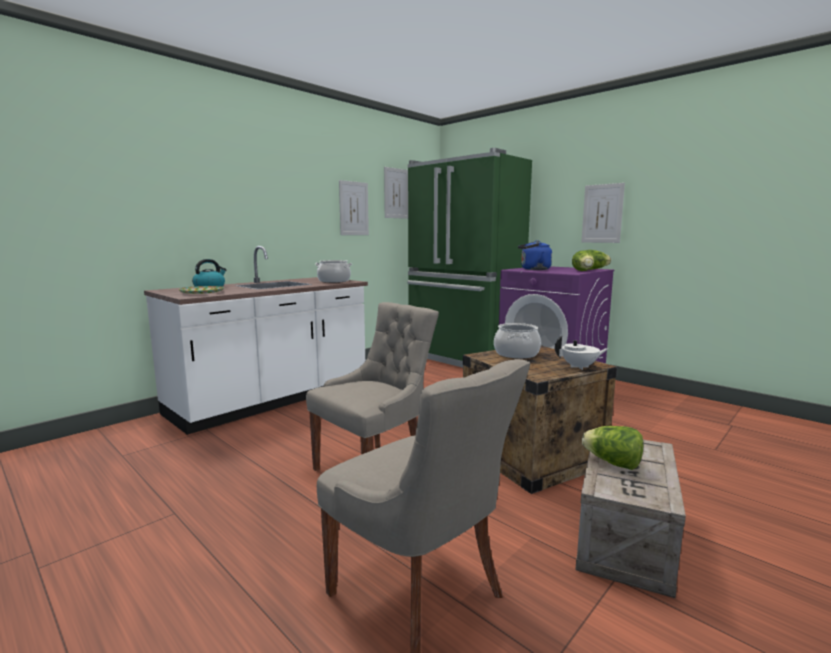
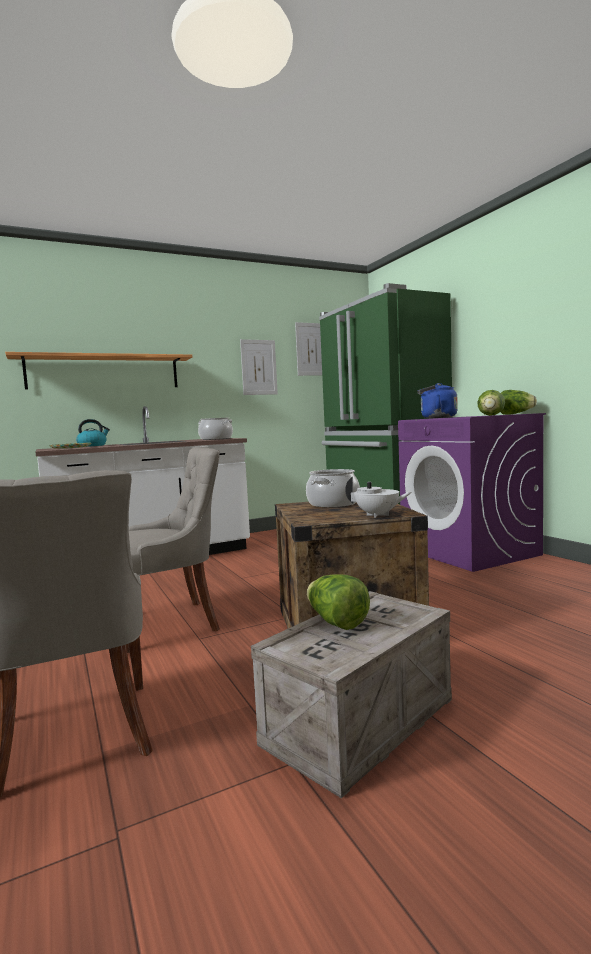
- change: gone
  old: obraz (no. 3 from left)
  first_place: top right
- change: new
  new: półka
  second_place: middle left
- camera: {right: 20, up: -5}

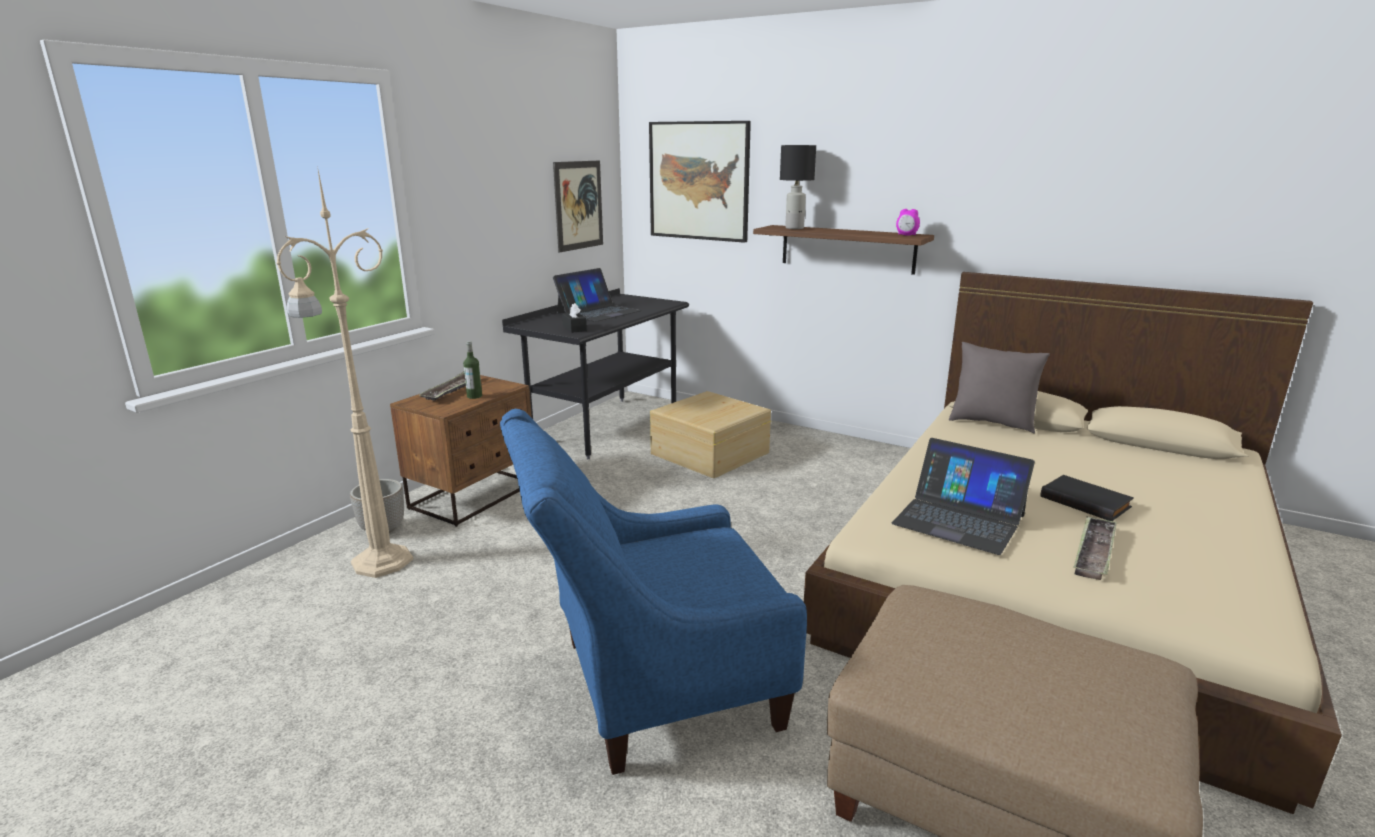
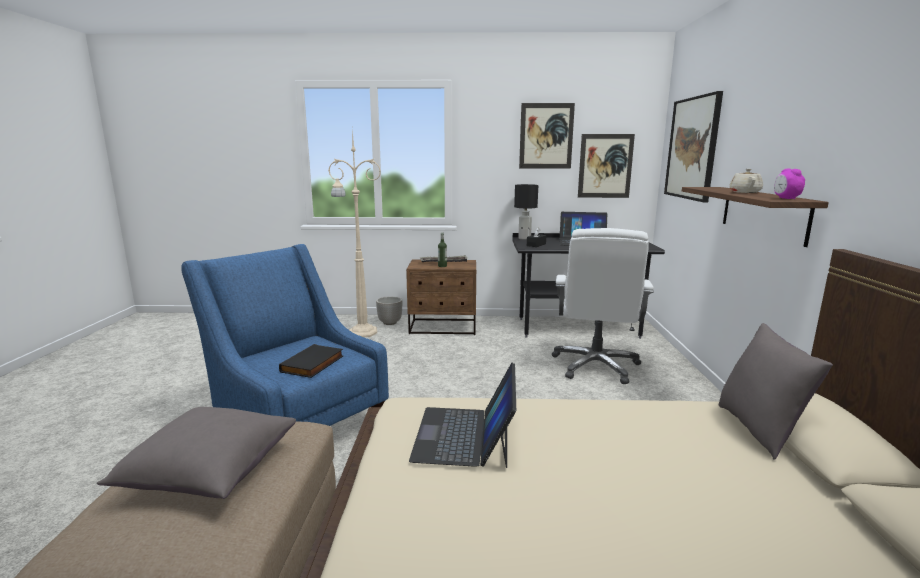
- change: swapped
  old: pojemnik do przechowywania/beżowy
  new: krzesło biurowe/biały
  first_place: centre
  second_place: centre
- change: shifted
  old: lampa stołowa/czarny
  first_place: top centre
  second_place: centre
- change: shifted
  old: książka/czarny
  first_place: middle right
  second_place: centre
- change: gone
  old: taca (no. 2 from left)
  first_place: middle right
- change: new
  new: poduszka/szary (no. 1 from left)
  second_place: bottom left
- change: new
  new: obraz (no. 1 from left)
  second_place: top centre
- change: new
  new: imbryk/beżowy
  second_place: top right
- camera: {right: 60, up: -5}

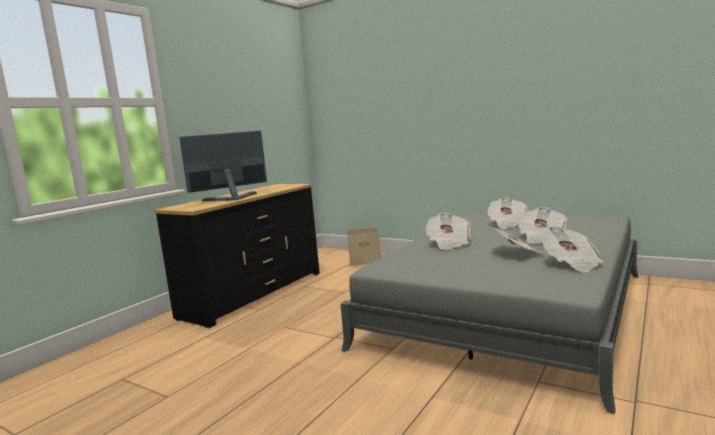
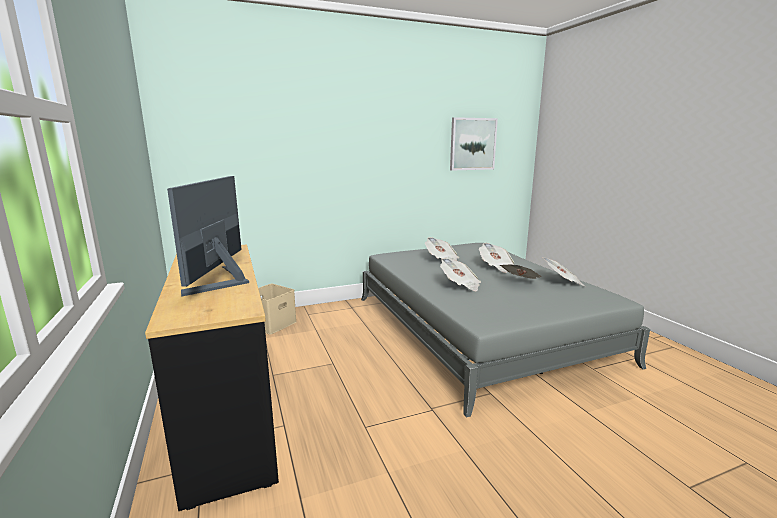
- change: new
  new: obraz
  second_place: top centre
- camera: {right: -55, up: 5}

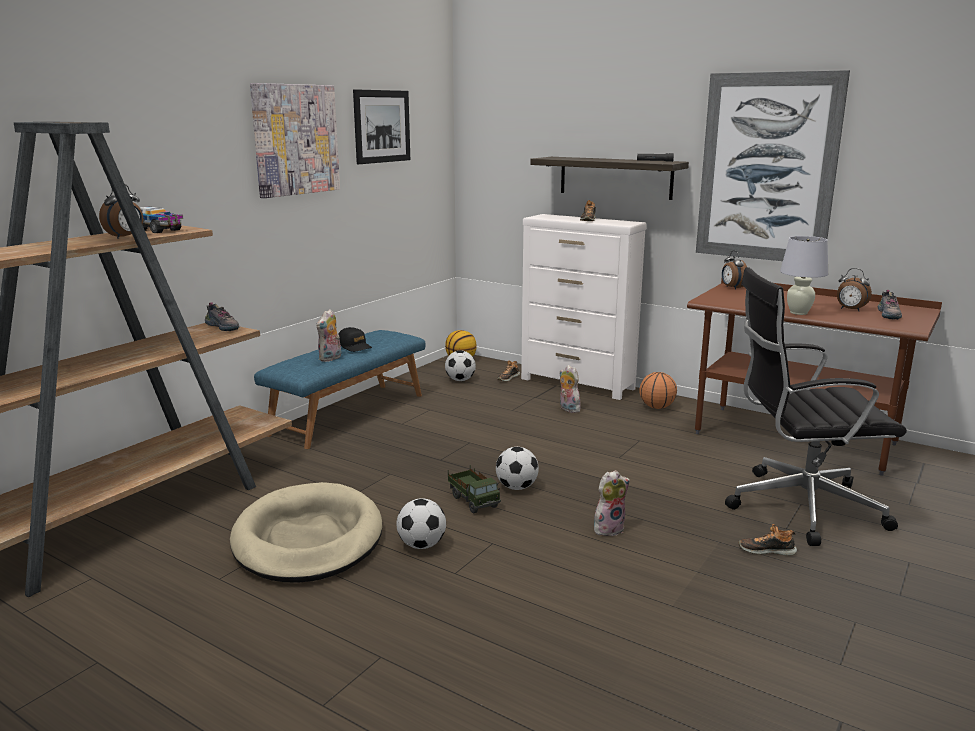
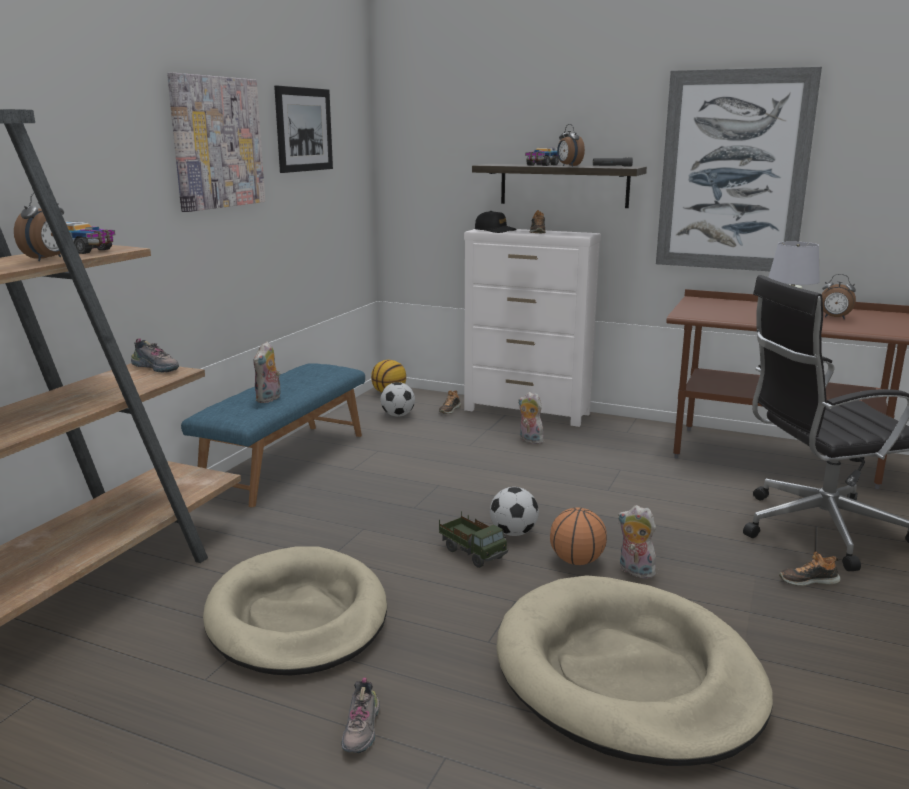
- change: shifted
  old: czapka z daszkiem/czarny
  first_place: centre
  second_place: top centre
- change: gone
  old: piłka futbolowa (no. 1 from left)
  first_place: bottom centre
- change: rotated
  old: pluszak (no. 3 from left)
  first_place: bottom centre
  second_place: bottom right
  degrees: -105
- change: shifted
  old: piłka do koszykówki (no. 2 from left)
  first_place: middle right
  second_place: bottom centre
- change: shifted
  old: budzik (no. 2 from left)
  first_place: middle right
  second_place: top centre
- change: shifted
  old: but (no. 5 from left in the first image)
  new: but (no. 2 from left)
  first_place: middle right
  second_place: bottom centre
- change: new
  new: legowisko/beżowy (no. 2 from left)
  second_place: bottom right
- change: new
  new: ciężarówka zabawkowa (no. 3 from left)
  second_place: top centre
- camera: {right: -10, up: 0}

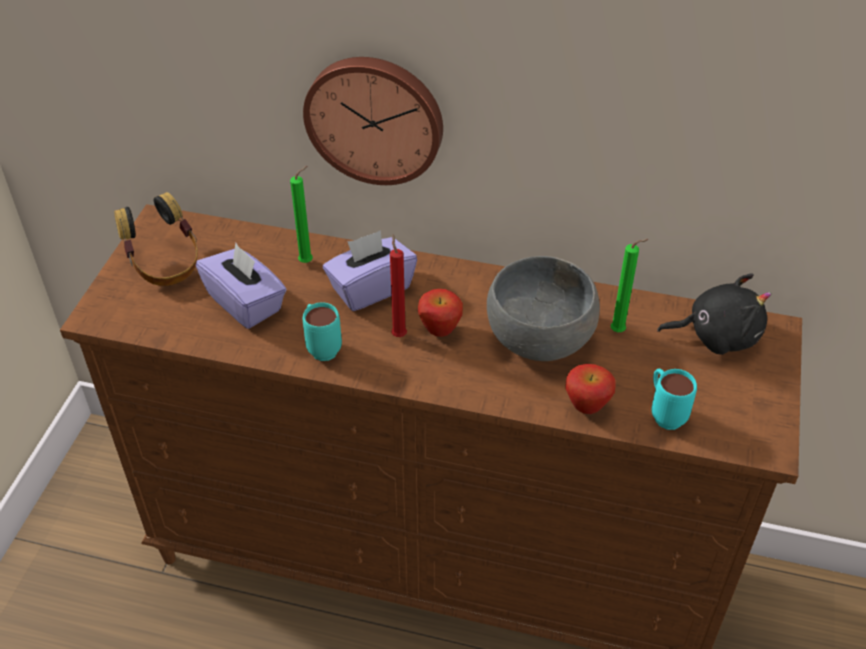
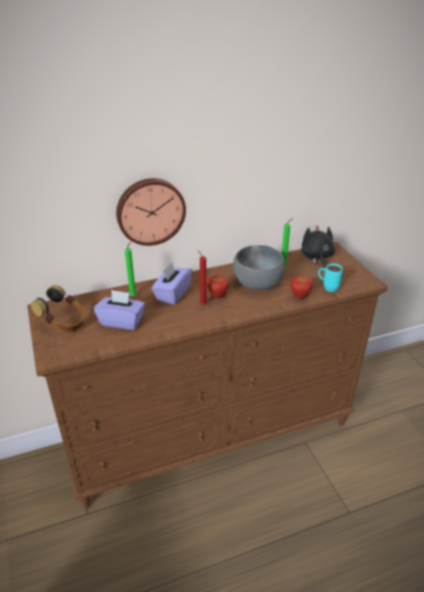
- change: gone
  old: kubek/turkusowy (no. 1 from left)
  first_place: centre
- change: rotated
  old: pluszak/czarny
  first_place: middle right
  second_place: middle right
  degrees: -60
- camera: {right: -35, up: -10}

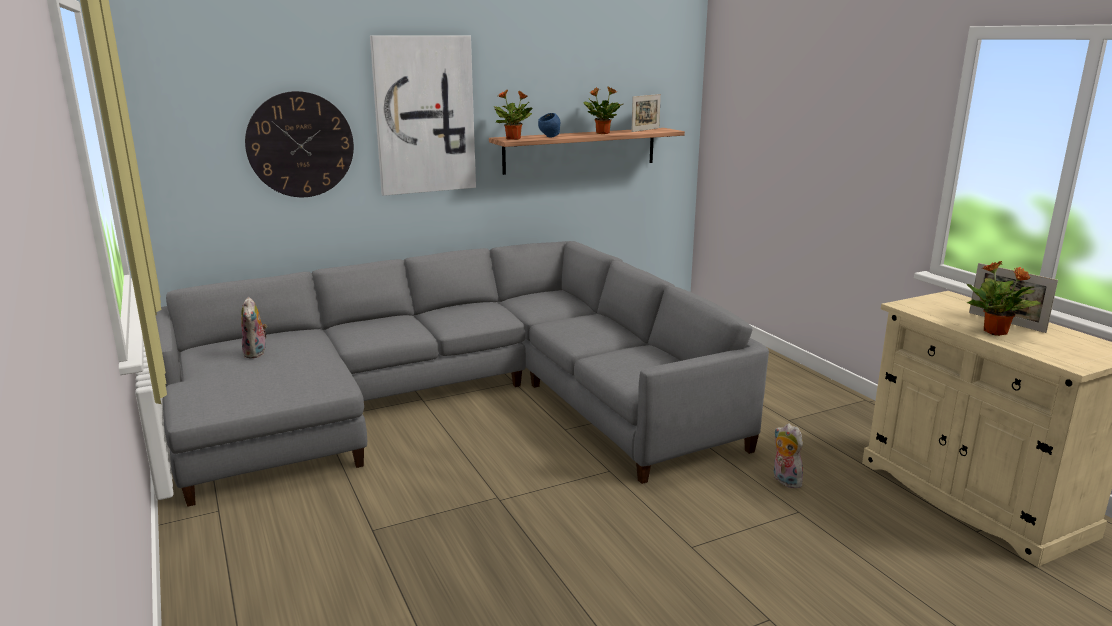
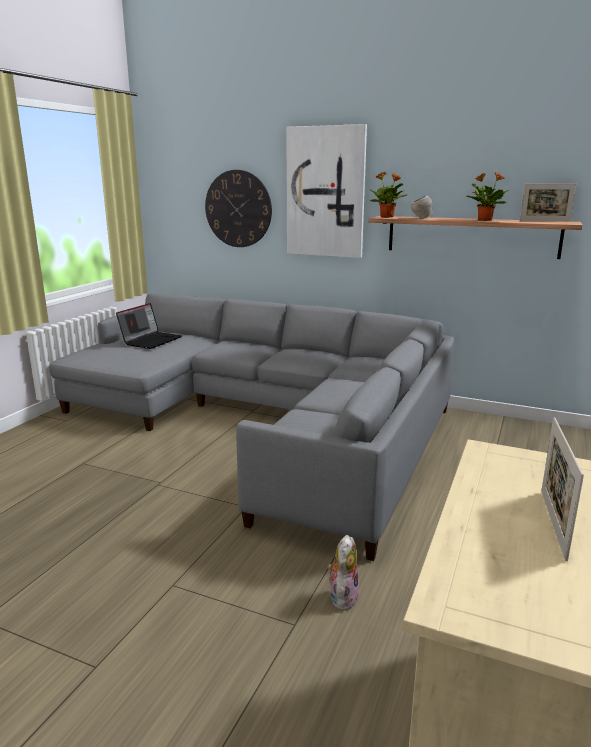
- change: swapped
  old: pluszak (no. 1 from left)
  new: laptop
  first_place: middle left
  second_place: middle left
- change: repainted
  old: miska/niebieski
  new: miska/szary
  first_place: top centre
  second_place: top right
- change: gone
  old: roślina doniczkowa (no. 3 from left)
  first_place: middle right
- camera: {right: 50, up: 0}

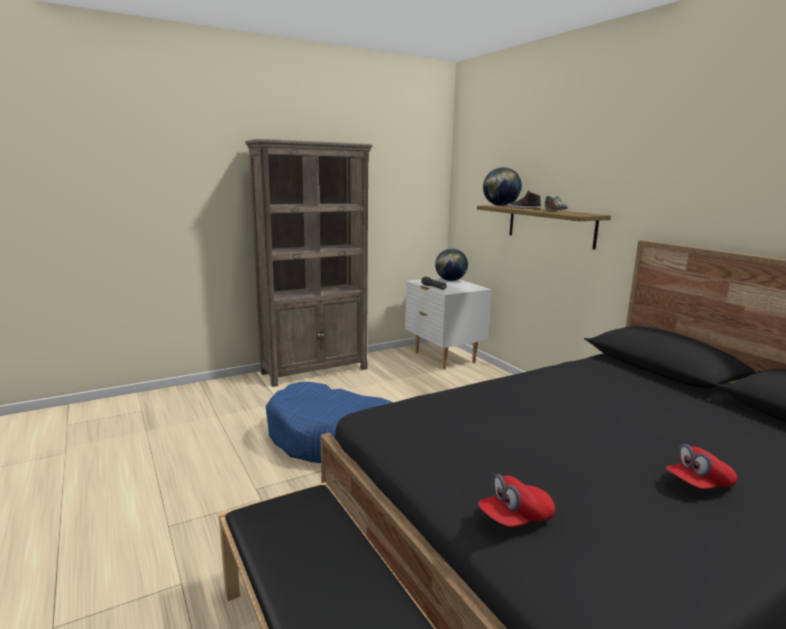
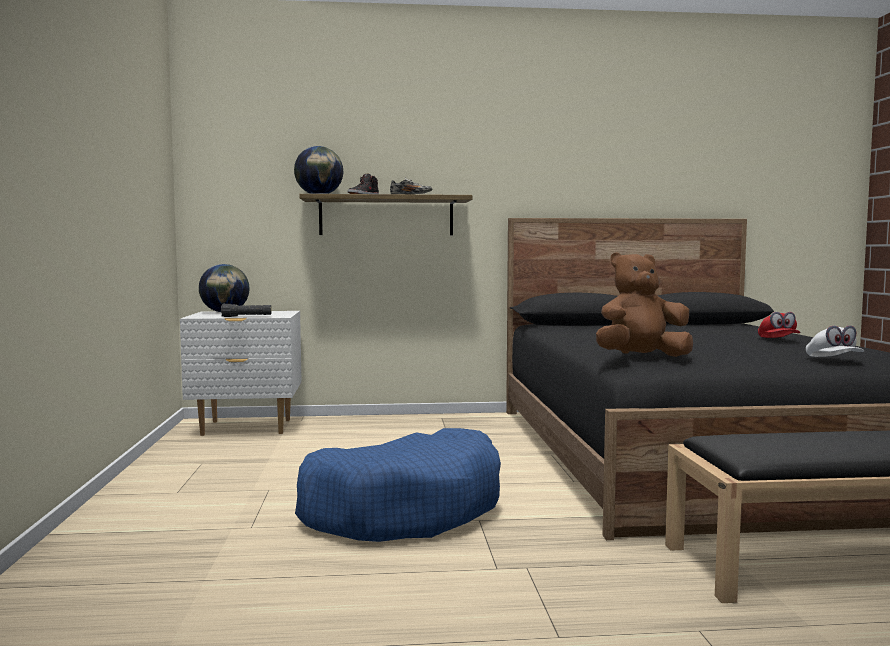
- change: gone
  old: regał/brązowy
  first_place: centre
- change: repainted
  old: czapka z daszkiem/czerwony (no. 1 from left)
  new: czapka z daszkiem/biały
  first_place: bottom centre
  second_place: middle right
- change: new
  new: pluszak/brązowy
  second_place: middle right
- camera: {right: -65, up: -10}

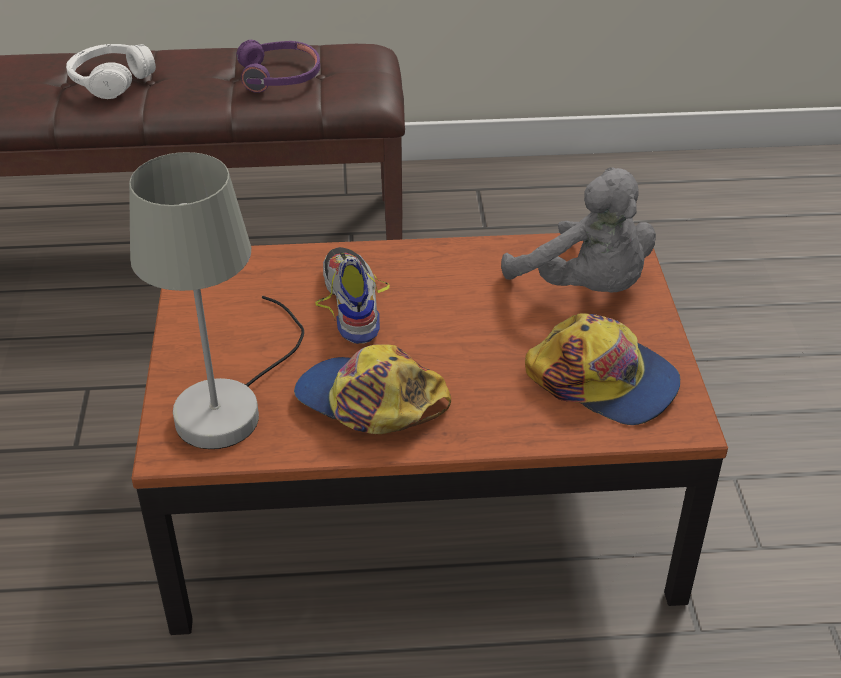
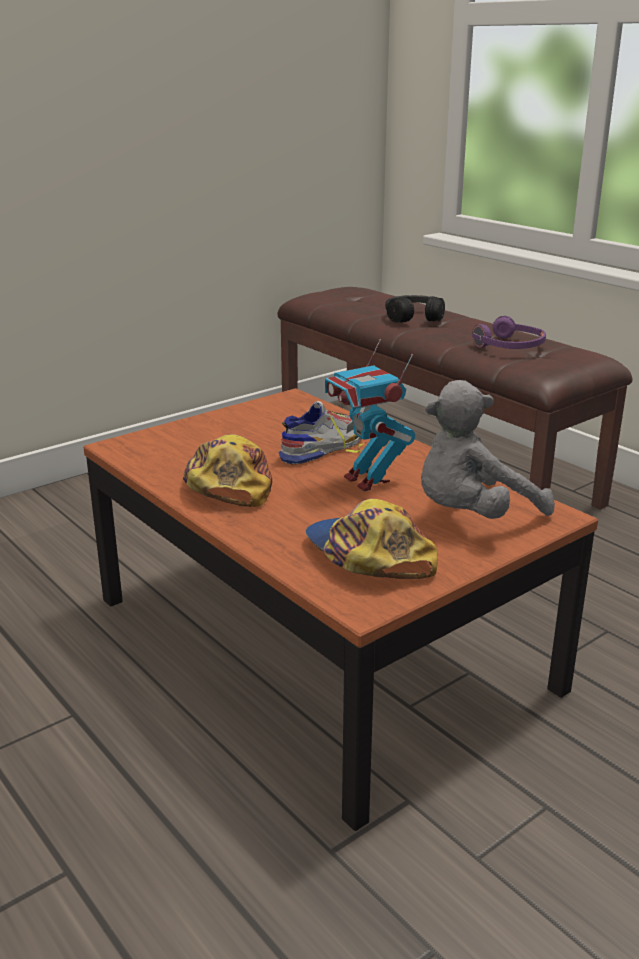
- change: repainted
  old: słuchawki/biały
  new: słuchawki/czarny
  first_place: top left
  second_place: top centre
- change: gone
  old: lampa stołowa/szary
  first_place: middle left
- change: rotated
  old: pluszak/szary
  first_place: middle right
  second_place: middle right
  degrees: 45
- change: rotated
  old: czapka z daszkiem (no. 2 from left)
  first_place: middle right
  second_place: centre
  degrees: 150
- change: new
  new: robot zabawkowy
  second_place: centre
- camera: {right: 55, up: -15}

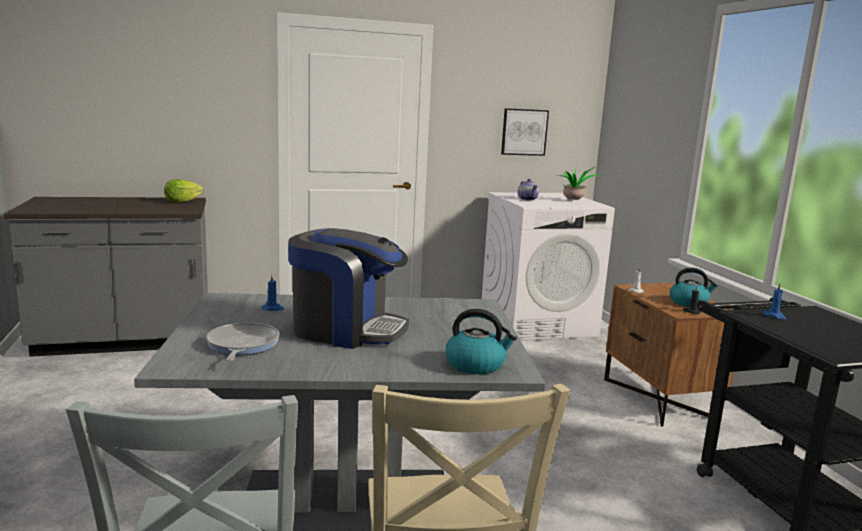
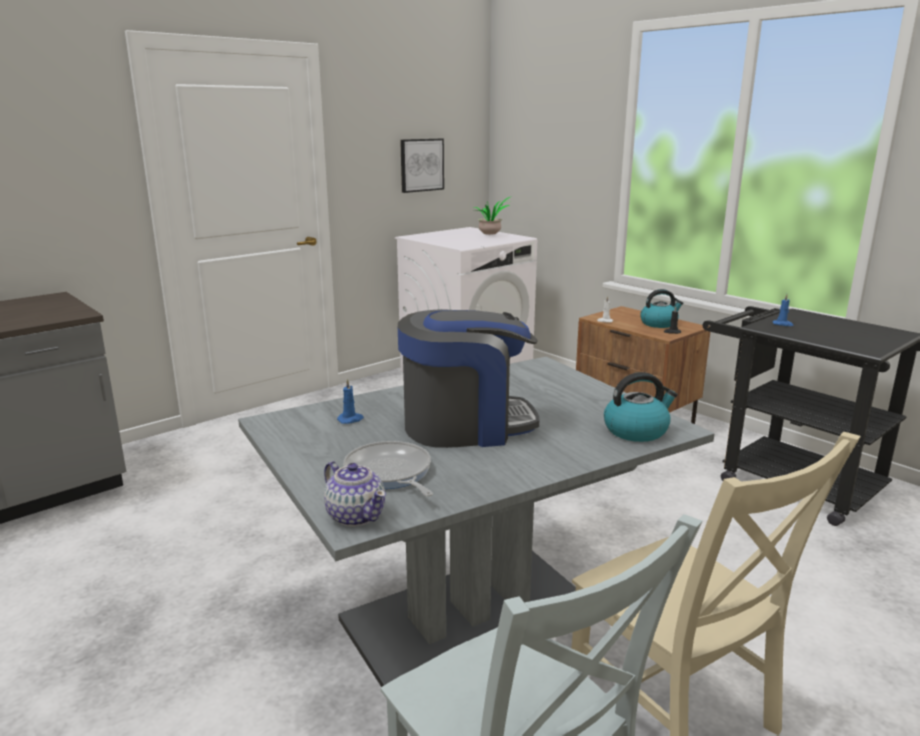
- change: gone
  old: sałata
  first_place: middle left
- change: shifted
  old: imbryk
  first_place: centre
  second_place: bottom centre
- camera: {right: -25, up: 5}

